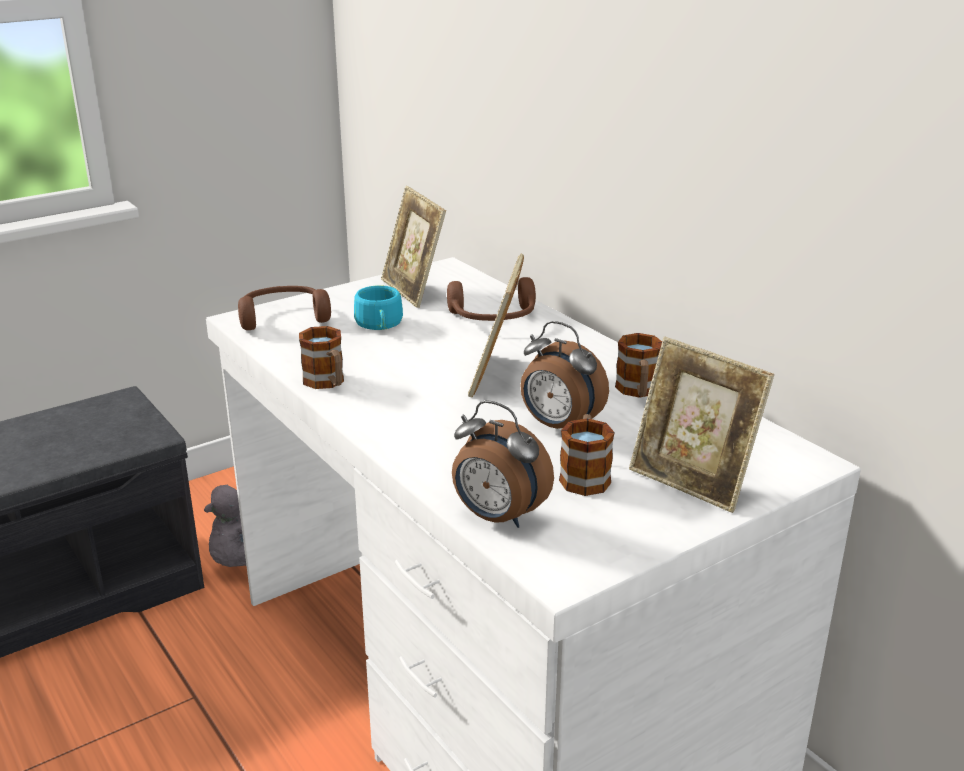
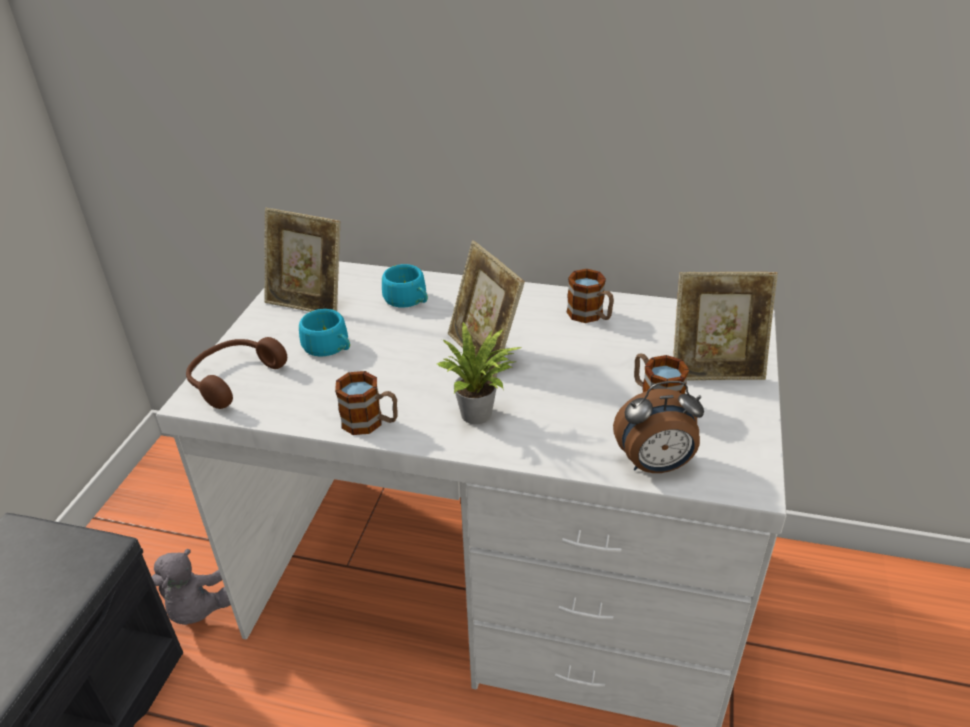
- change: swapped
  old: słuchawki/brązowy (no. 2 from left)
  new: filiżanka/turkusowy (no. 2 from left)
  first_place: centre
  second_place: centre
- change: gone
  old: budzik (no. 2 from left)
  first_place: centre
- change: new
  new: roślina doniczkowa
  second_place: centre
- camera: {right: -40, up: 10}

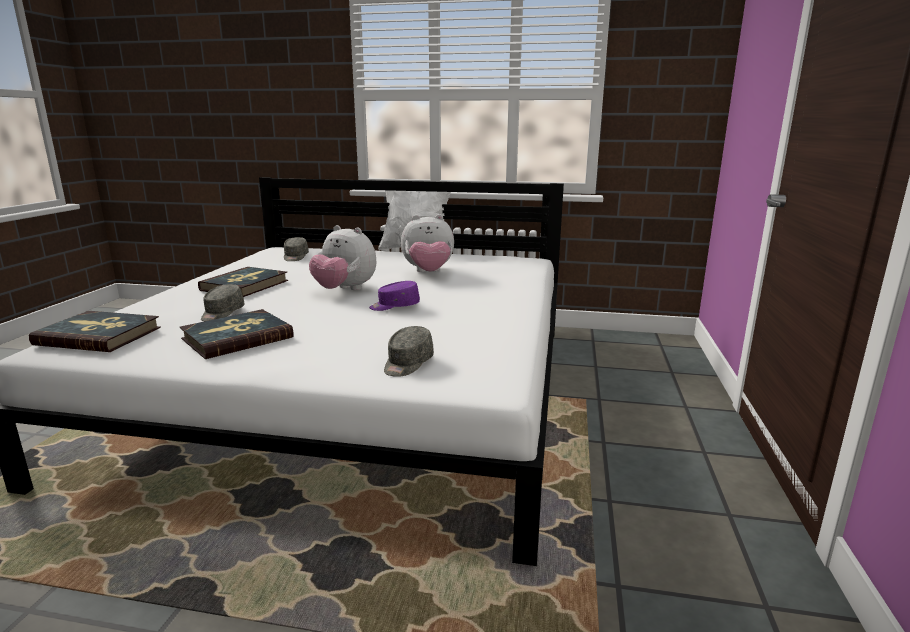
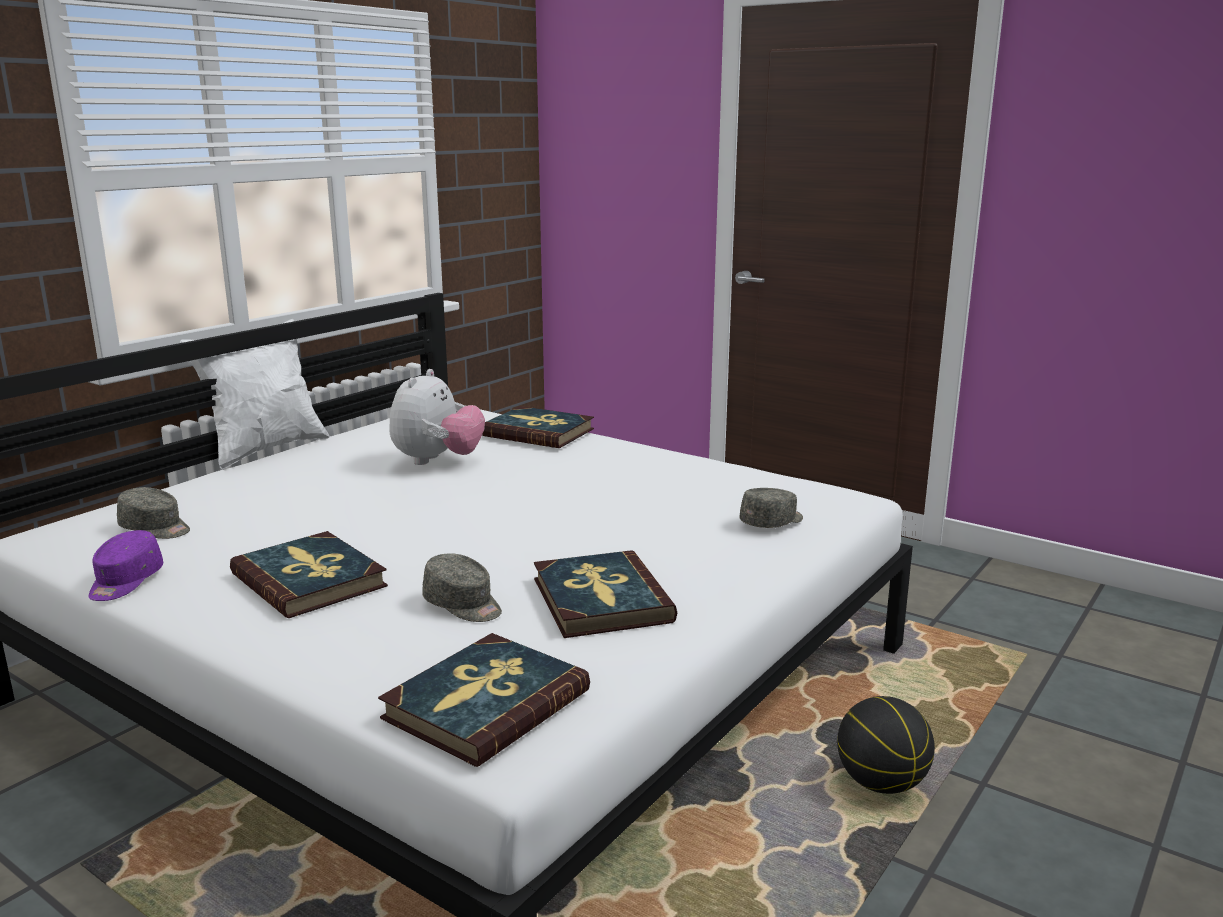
- change: gone
  old: pluszak (no. 1 from left)
  first_place: centre
- change: shifted
  old: czapka z daszkiem/fioletowy
  first_place: centre
  second_place: middle left
- change: rotated
  old: czapka z daszkiem/szary (no. 3 from left)
  first_place: centre
  second_place: centre
  degrees: -90
- change: new
  new: książka (no. 3 from left)
  second_place: centre
- change: new
  new: piłka do koszykówki
  second_place: bottom right
- camera: {right: -65, up: 0}

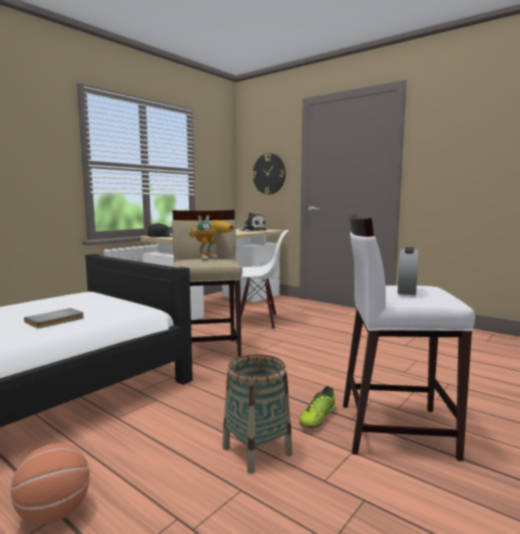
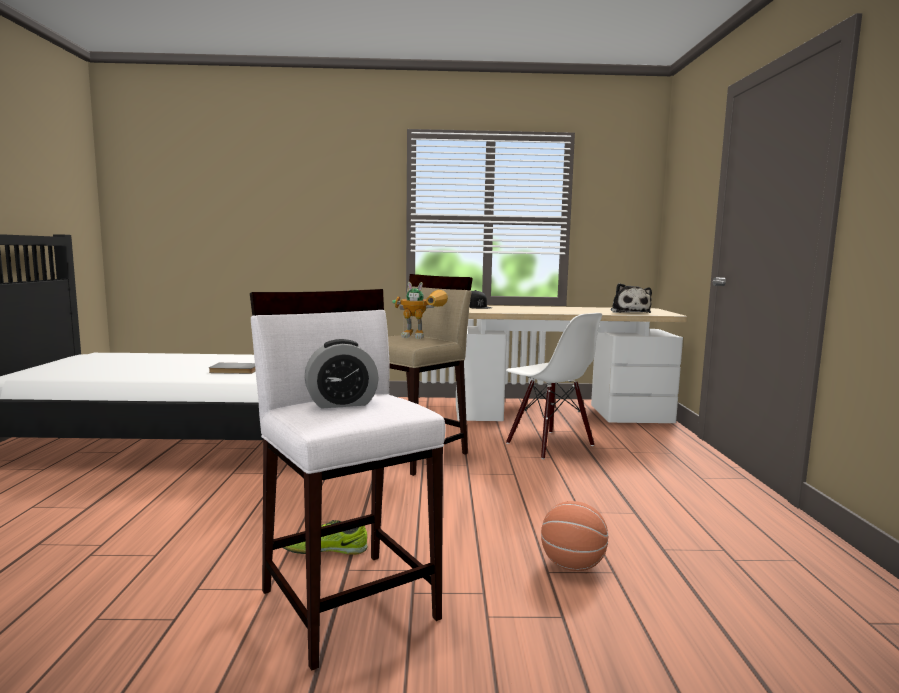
- change: shifted
  old: piłka do koszykówki
  first_place: bottom left
  second_place: bottom centre
- change: gone
  old: koszyk
  first_place: bottom centre
- change: gone
  old: zegar ścienny
  first_place: top centre
- camera: {right: 50, up: 0}

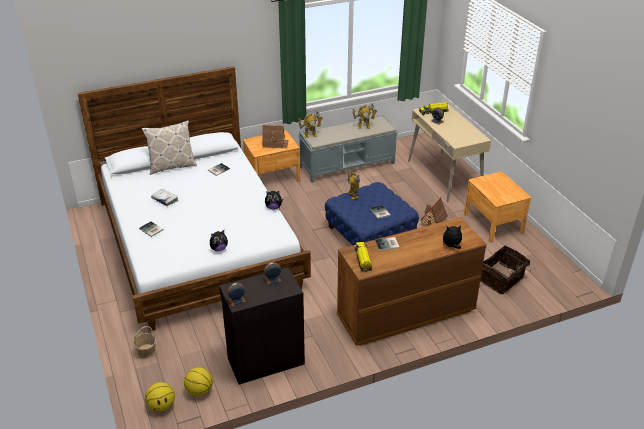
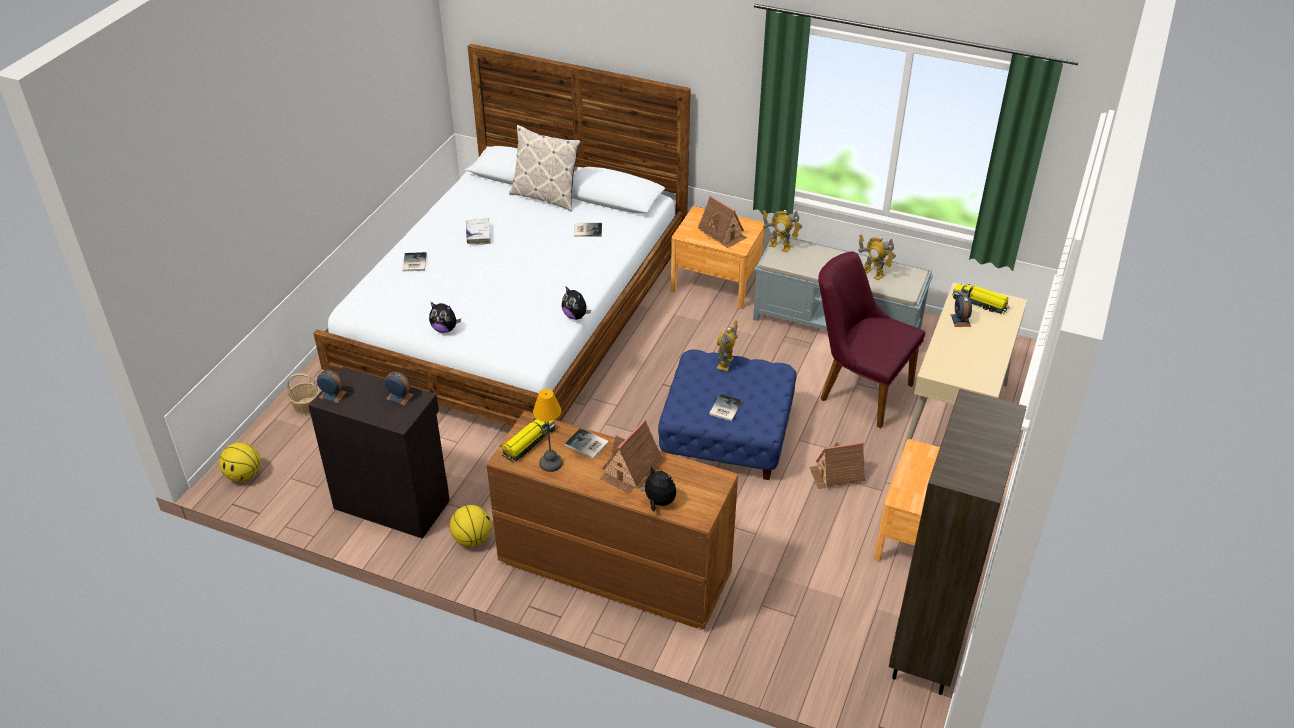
- change: shifted
  old: piłka do koszykówki (no. 2 from left)
  first_place: bottom left
  second_place: bottom centre
- change: gone
  old: koszyk (no. 2 from left)
  first_place: middle right
- change: new
  new: lampa stołowa
  second_place: centre
- change: new
  new: domek (no. 1 from left)
  second_place: centre
- change: new
  new: krzesło/fioletowy
  second_place: middle right
- change: new
  new: regał/brązowy
  second_place: bottom right
- camera: {right: 45, up: 5}

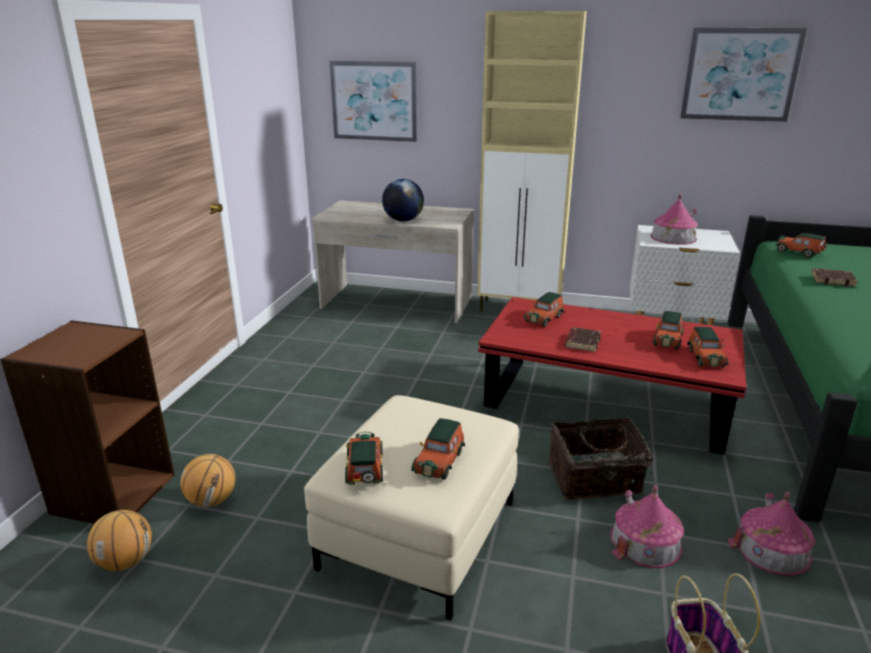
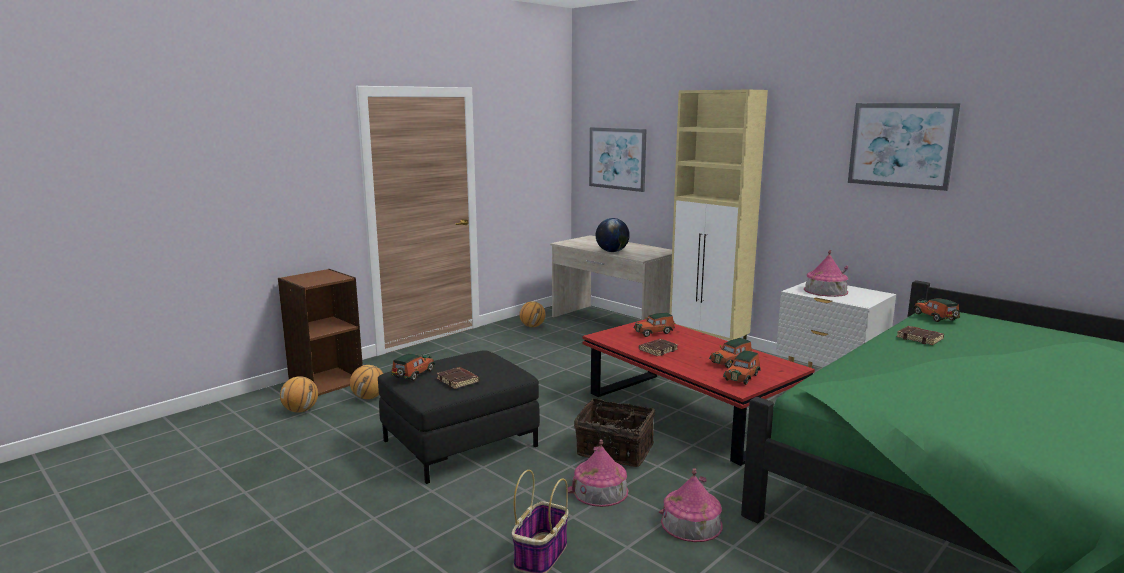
- change: repainted
  old: pufa/beżowy
  new: pufa/czarny
  first_place: bottom centre
  second_place: bottom centre
- change: swapped
  old: samochodzik (no. 2 from left)
  new: książka/brązowy (no. 1 from left)
  first_place: bottom centre
  second_place: centre
- change: new
  new: piłka do koszykówki (no. 3 from left)
  second_place: centre
- camera: {right: 30, up: -10}

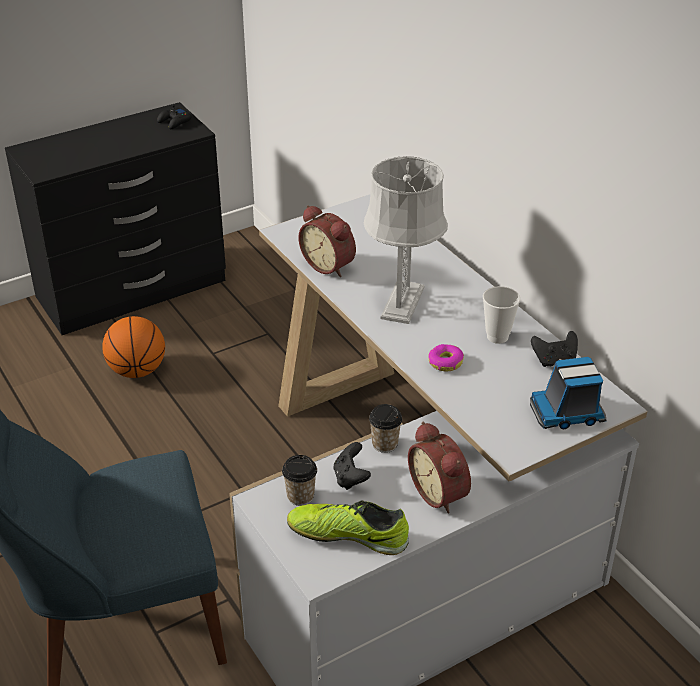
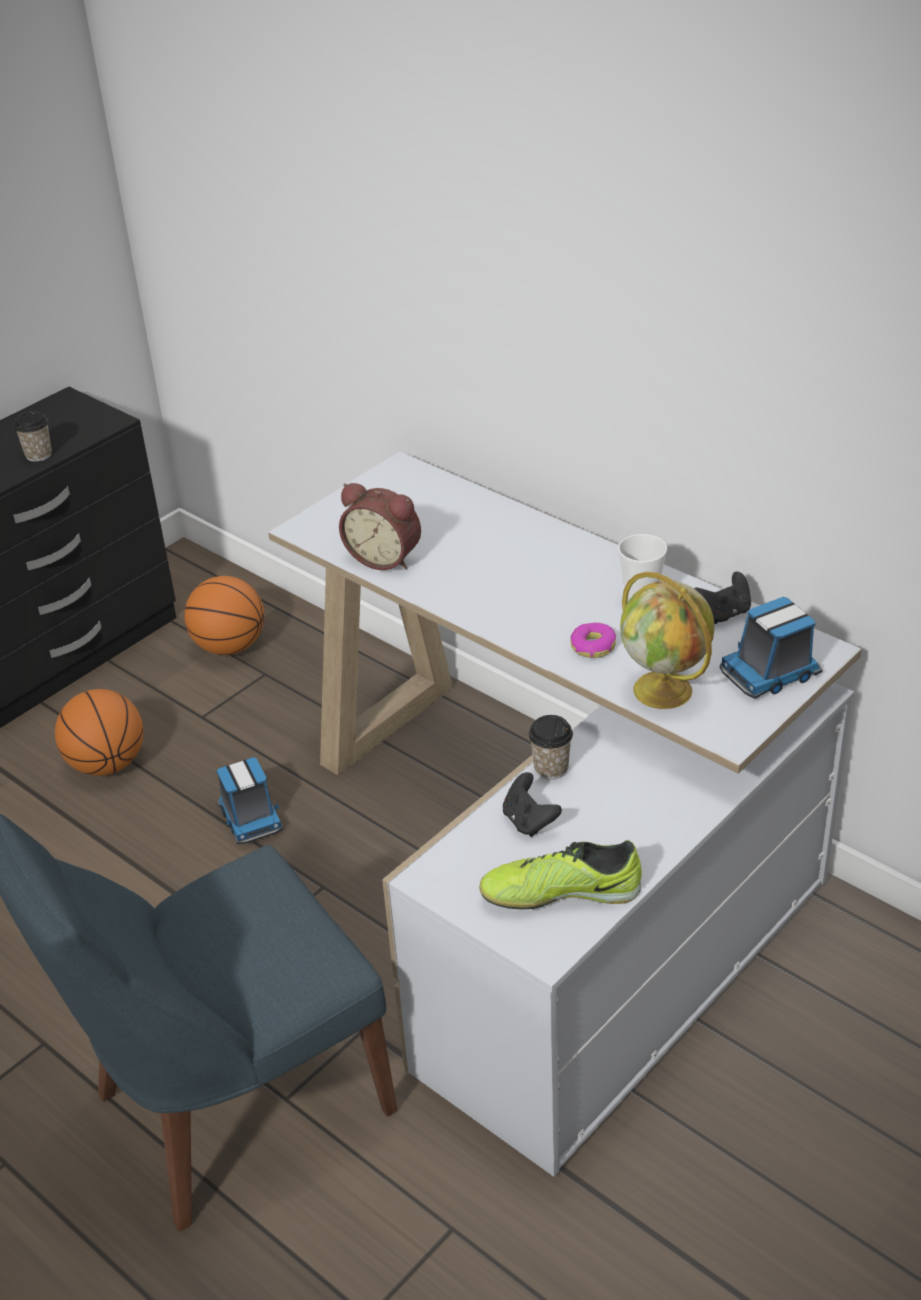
- change: gone
  old: pad do gier/czarny (no. 1 from left)
  first_place: top left
- change: shifted
  old: filiżanka (no. 1 from left)
  first_place: bottom centre
  second_place: middle left
- change: gone
  old: lampa stołowa/szary
  first_place: centre
- change: gone
  old: budzik (no. 2 from left)
  first_place: bottom centre
- change: new
  new: piłka do koszykówki (no. 2 from left)
  second_place: middle left
- change: new
  new: ciężarówka zabawkowa (no. 1 from left)
  second_place: middle left
- change: new
  new: globus
  second_place: middle right
- camera: {right: -15, up: 0}

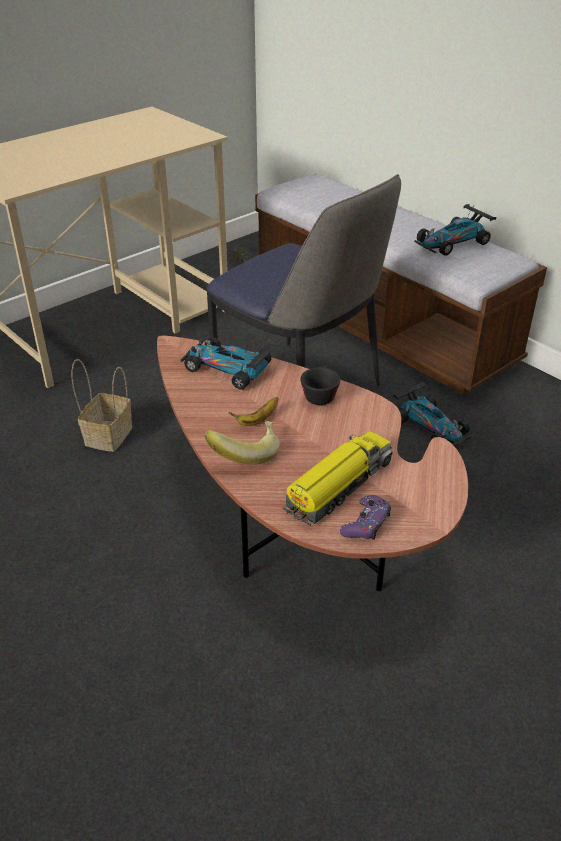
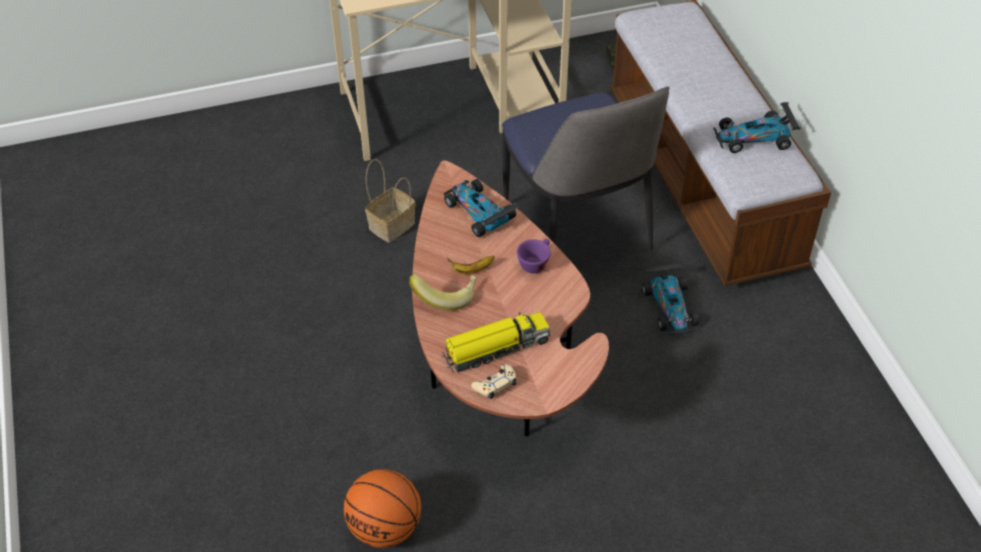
- change: repainted
  old: filiżanka/czarny
  new: filiżanka/fioletowy
  first_place: centre
  second_place: centre
- change: repainted
  old: pad do gier/fioletowy
  new: pad do gier/beżowy
  first_place: centre
  second_place: bottom centre
- change: new
  new: piłka do koszykówki
  second_place: bottom centre
- camera: {right: 25, up: 10}

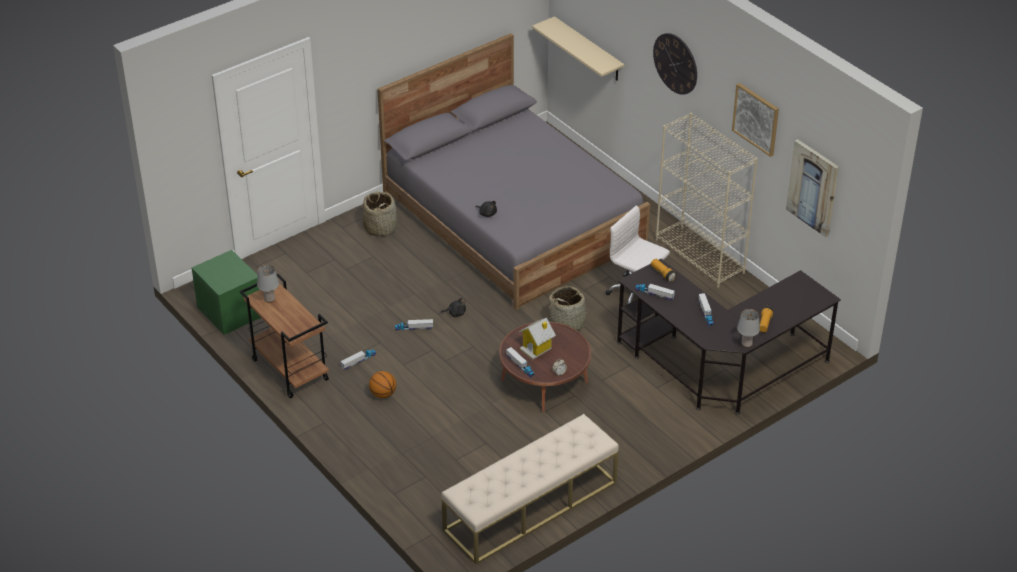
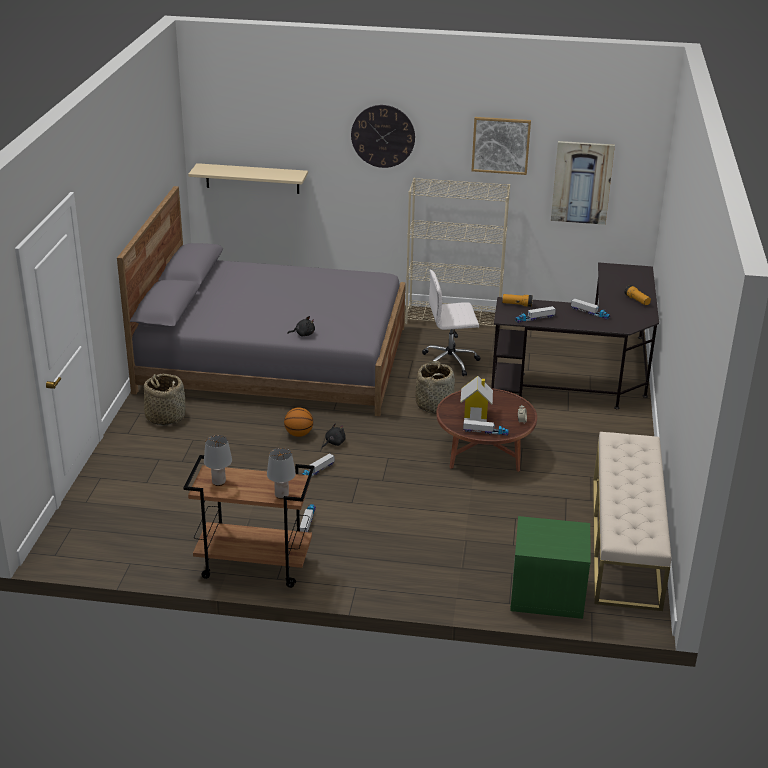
- change: shifted
  old: szafka nocna/zielony
  first_place: middle left
  second_place: bottom right
- change: shifted
  old: piłka do koszykówki
  first_place: bottom centre
  second_place: centre
- change: shifted
  old: lampa stołowa/szary (no. 2 from left)
  first_place: middle right
  second_place: centre
- camera: {right: -45, up: -10}

